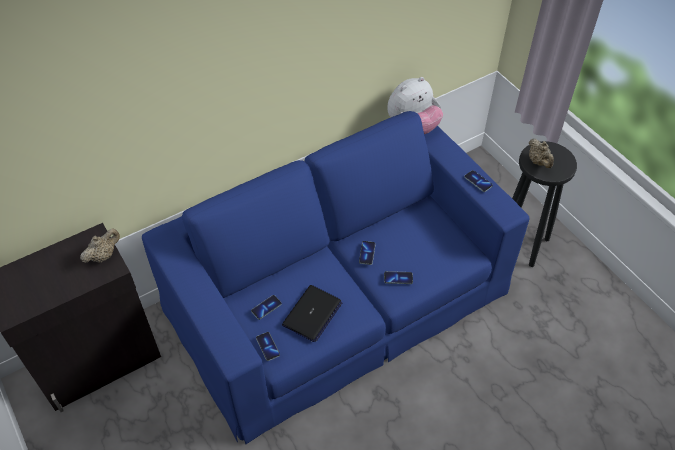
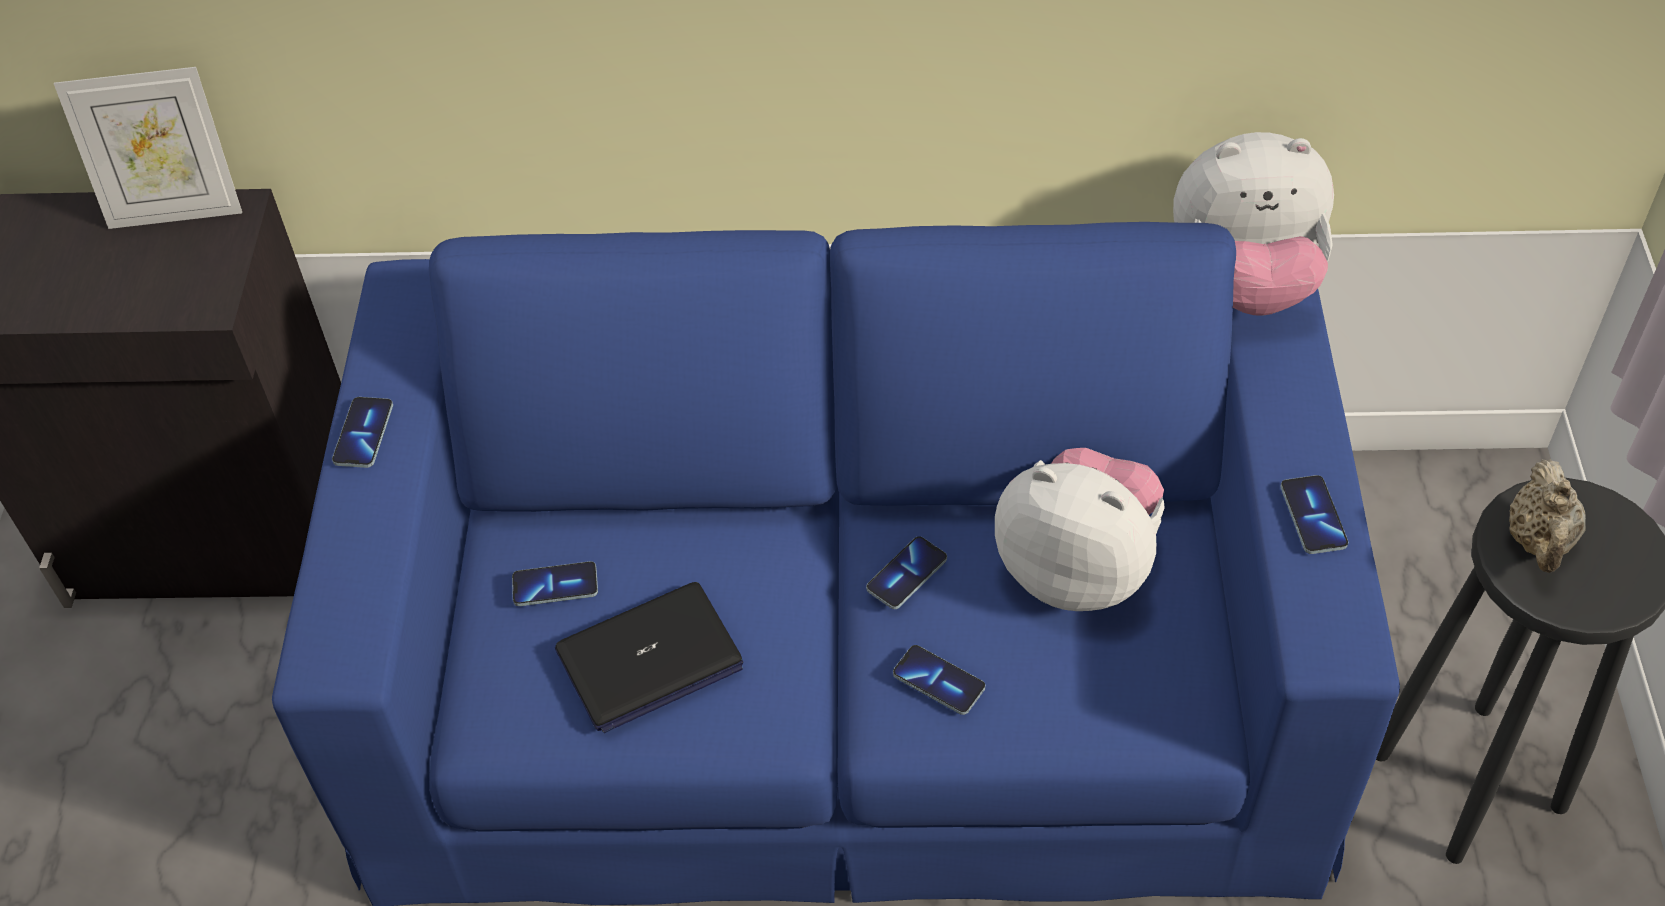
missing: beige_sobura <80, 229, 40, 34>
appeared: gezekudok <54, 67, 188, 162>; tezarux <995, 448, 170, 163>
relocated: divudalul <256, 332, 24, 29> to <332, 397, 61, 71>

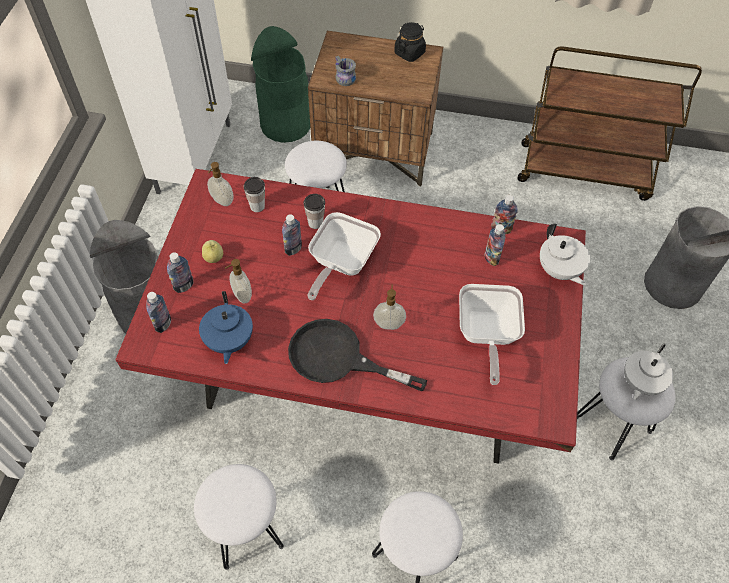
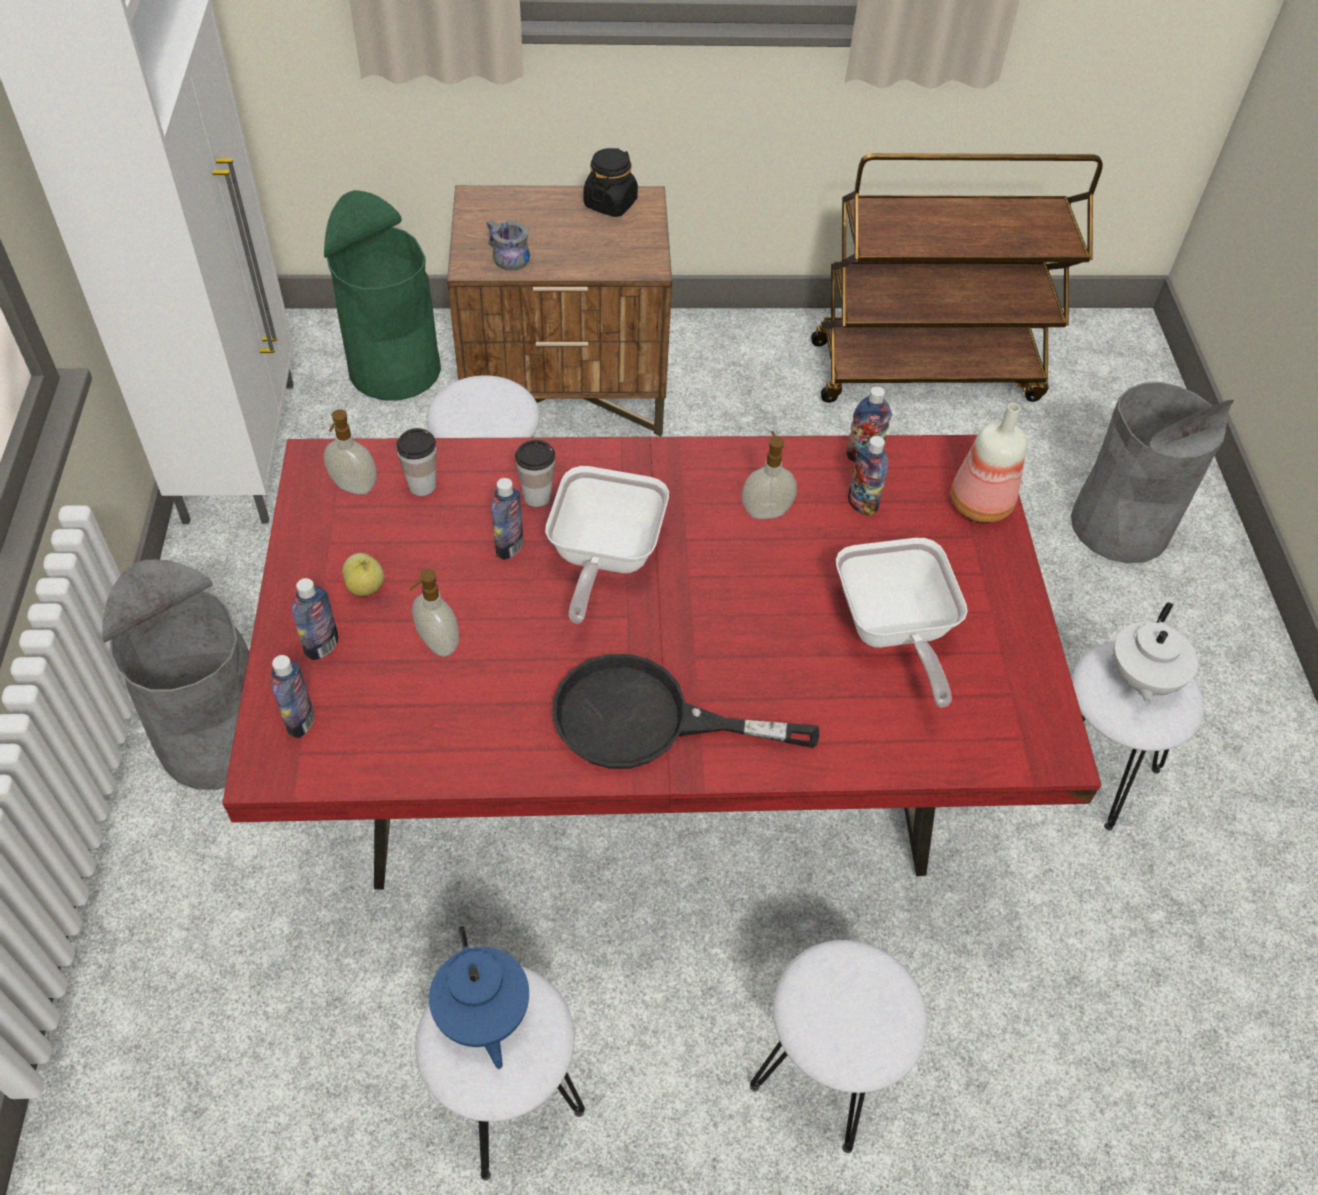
relocated: blue_sobura <199, 291, 54, 73> to <429, 926, 100, 144>; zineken <373, 285, 33, 45> to <742, 431, 55, 88>
exchanged: white_sobura <540, 224, 50, 62> to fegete <951, 403, 76, 120>

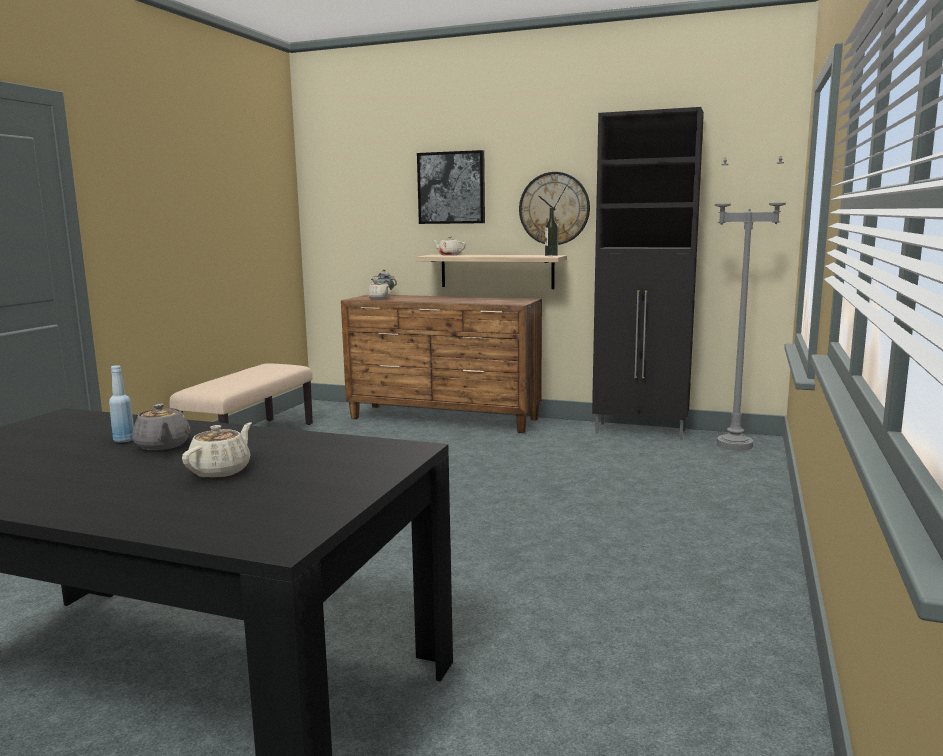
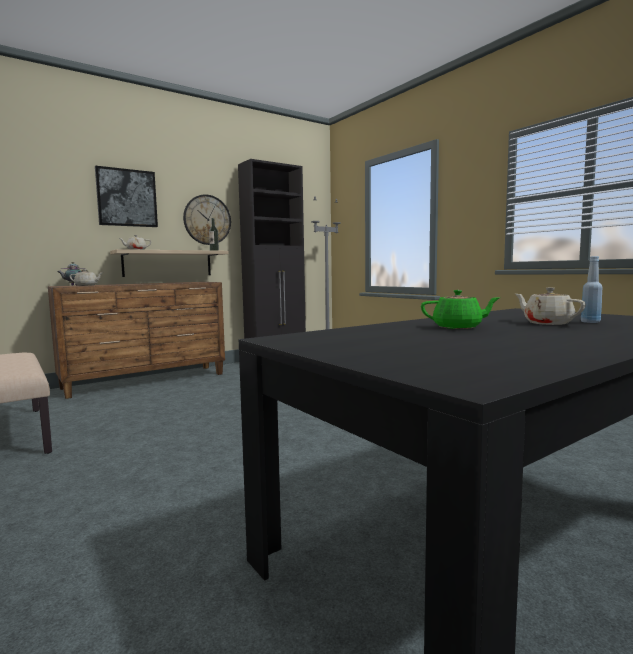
relocated: blue_fegete <109, 365, 25, 78> to <581, 256, 22, 67>
colour: grey_sobura <132, 404, 58, 46> to green_sobura <421, 290, 80, 39>

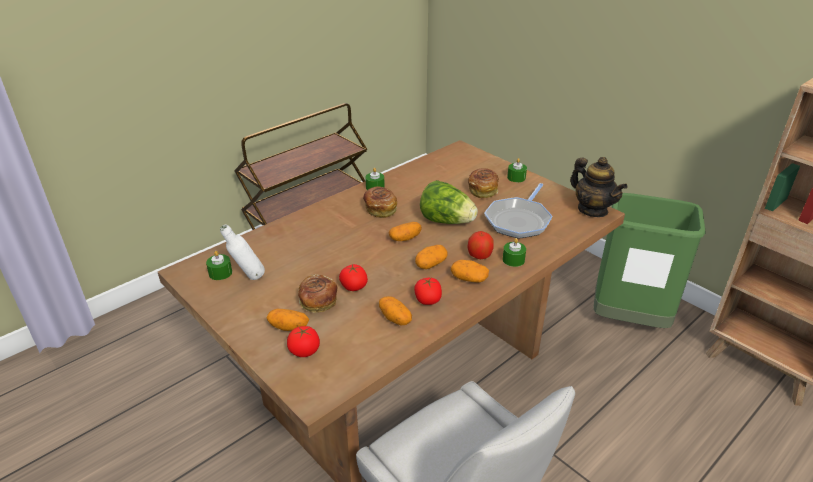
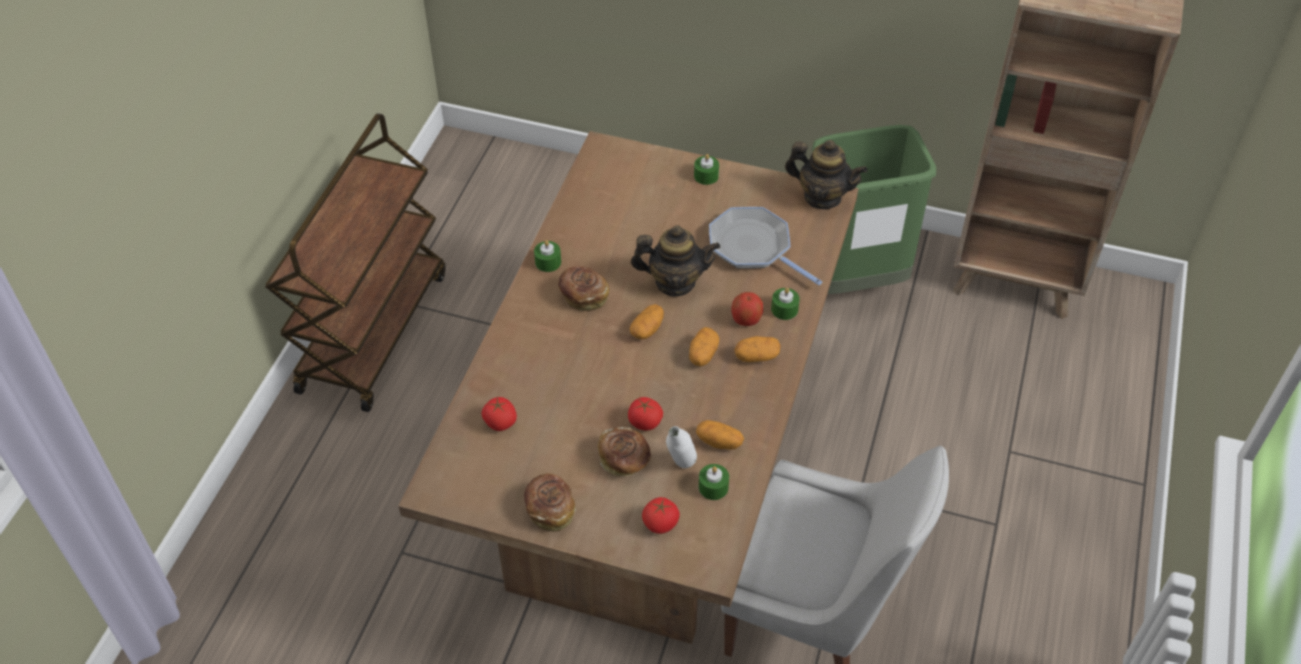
missing: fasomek <267, 309, 42, 22>
relocated: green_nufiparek <206, 251, 26, 29> to <699, 464, 30, 36>; white_fegete <220, 224, 45, 56> to <666, 426, 31, 42>; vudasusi <414, 277, 28, 28> to <482, 397, 35, 34>; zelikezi <468, 168, 31, 30> to <524, 473, 52, 59>
exchanged: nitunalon <420, 180, 58, 44> to sobura <631, 226, 89, 70>
spun: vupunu <484, 183, 69, 56> = <709, 207, 113, 78> 135 degrees clockwise

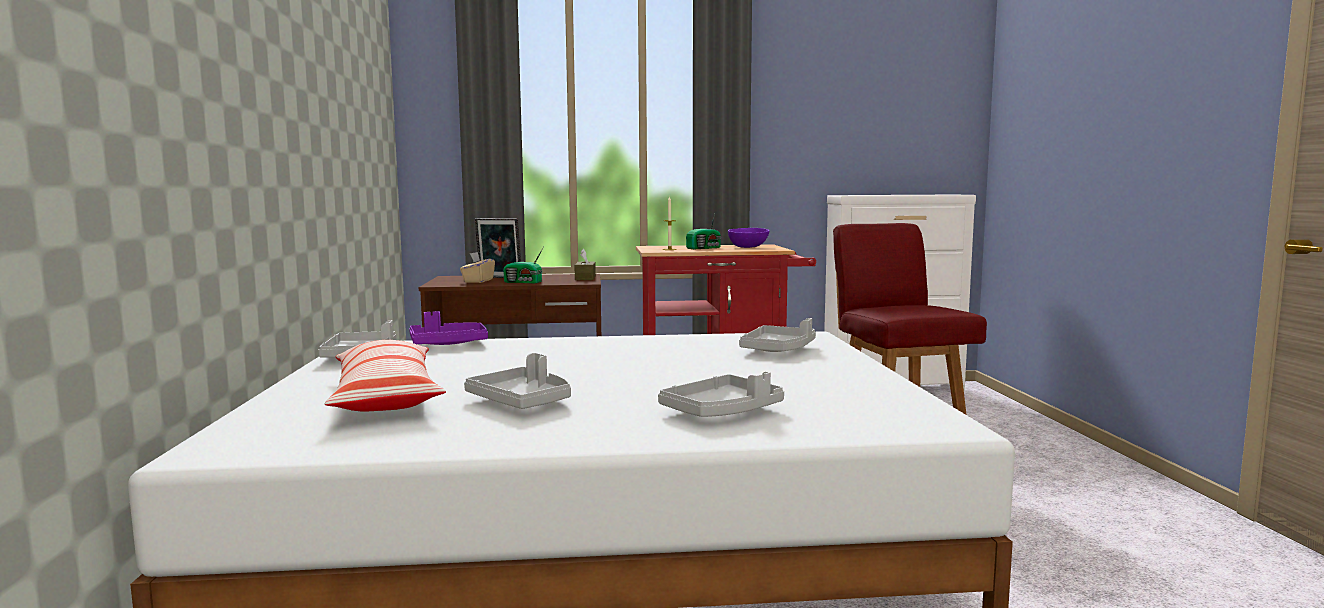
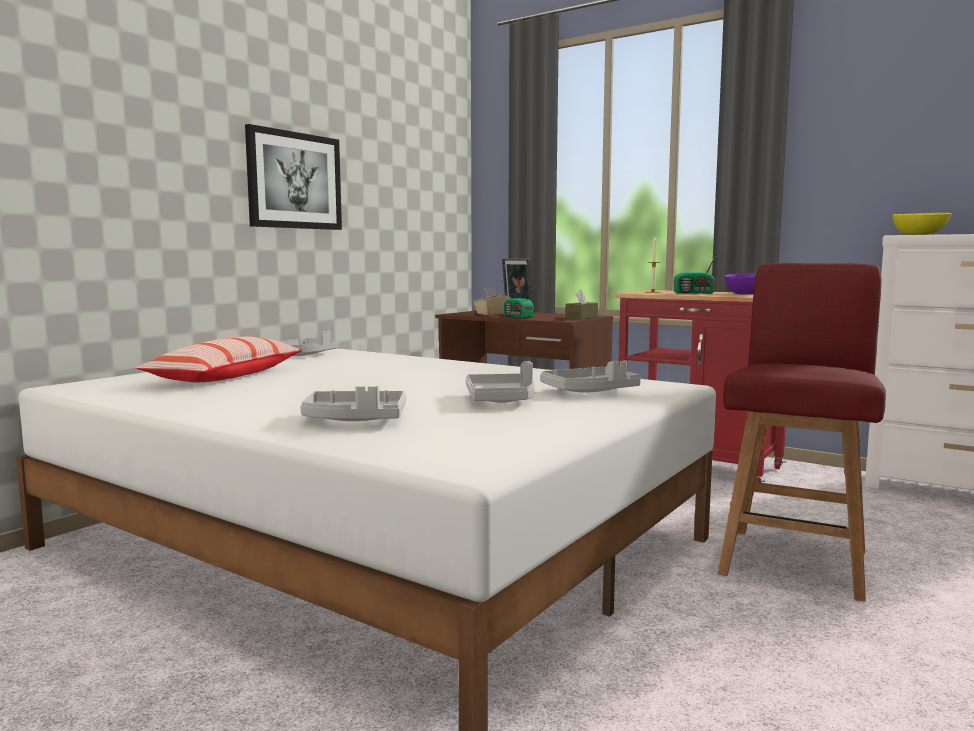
missing: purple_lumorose <409, 311, 79, 34>
appeared: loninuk <245, 124, 97, 106>; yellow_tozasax <893, 213, 59, 22>
relocated: grey_lumorose <464, 353, 107, 56> to <466, 361, 69, 42>

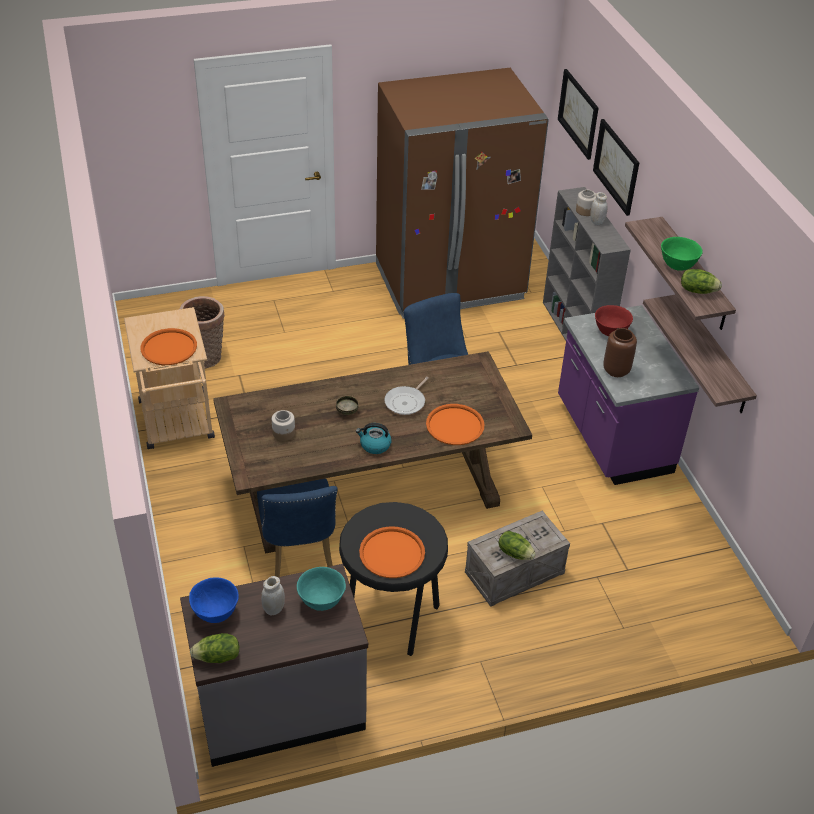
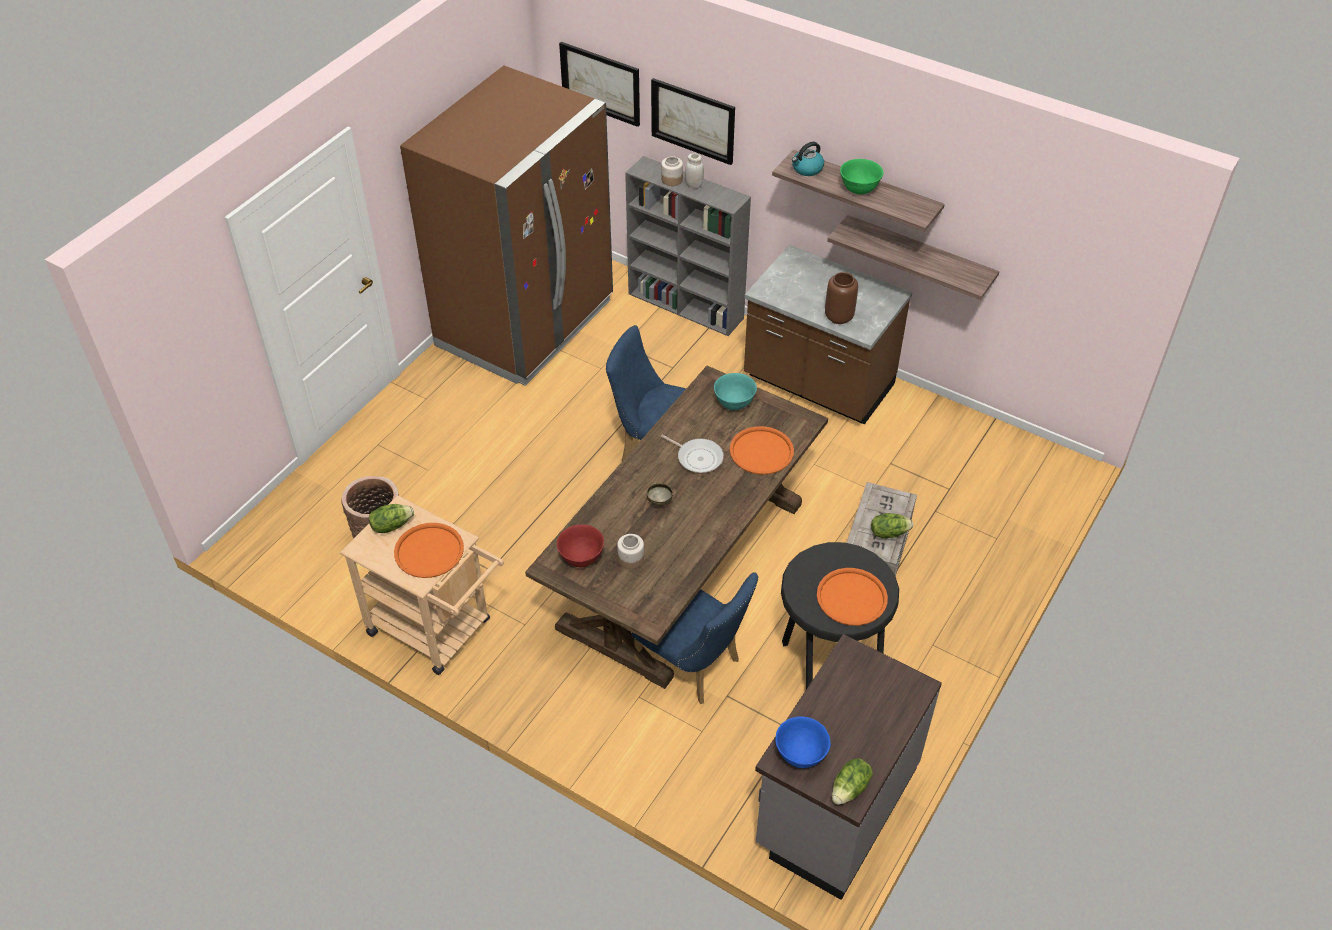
missing: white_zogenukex <261, 576, 24, 39>
relocated: turquoise_tozasax <297, 567, 49, 44> to <714, 373, 43, 37>; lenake <356, 423, 35, 31> to <792, 142, 32, 34>; red_tozasax <595, 305, 38, 31> to <557, 524, 47, 43>; nitunalon <681, 269, 41, 25> to <369, 504, 45, 29>
colour: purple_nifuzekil <558, 305, 141, 180> to brown_nifuzekil <744, 245, 168, 180>
spun: vupunu <384, 377, 45, 38> = <661, 435, 63, 38> 45 degrees counterclockwise

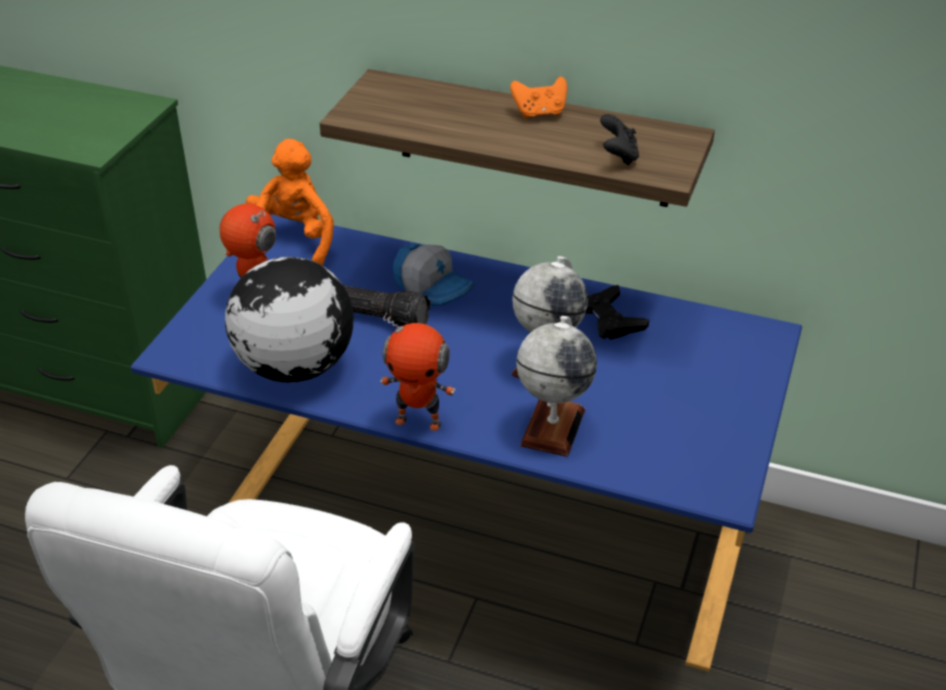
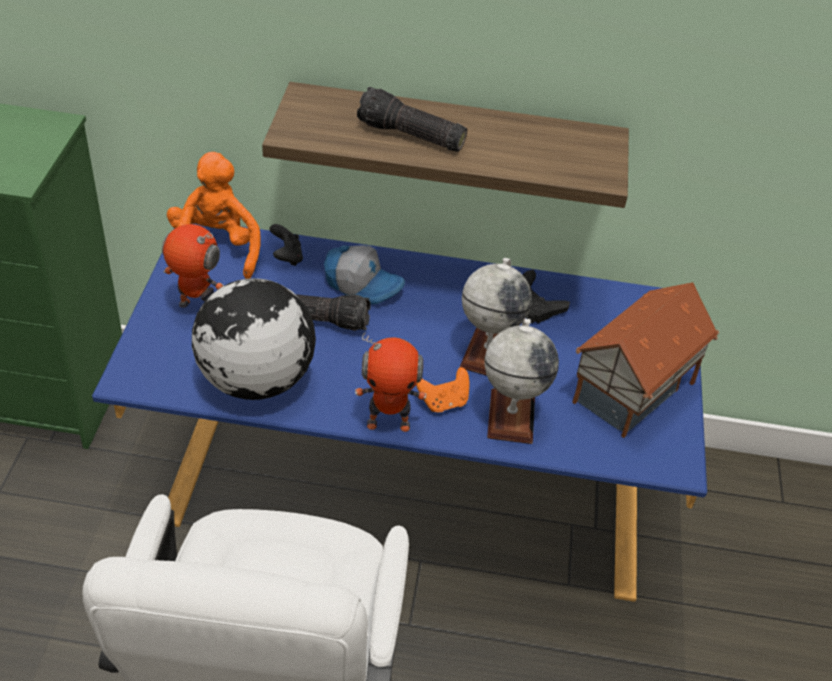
appeared: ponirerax <357, 87, 110, 65>; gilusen <572, 283, 147, 155>
relocated: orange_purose <510, 76, 57, 43> to <416, 367, 53, 45>; black_purose <600, 114, 39, 51> to <270, 224, 33, 42>

